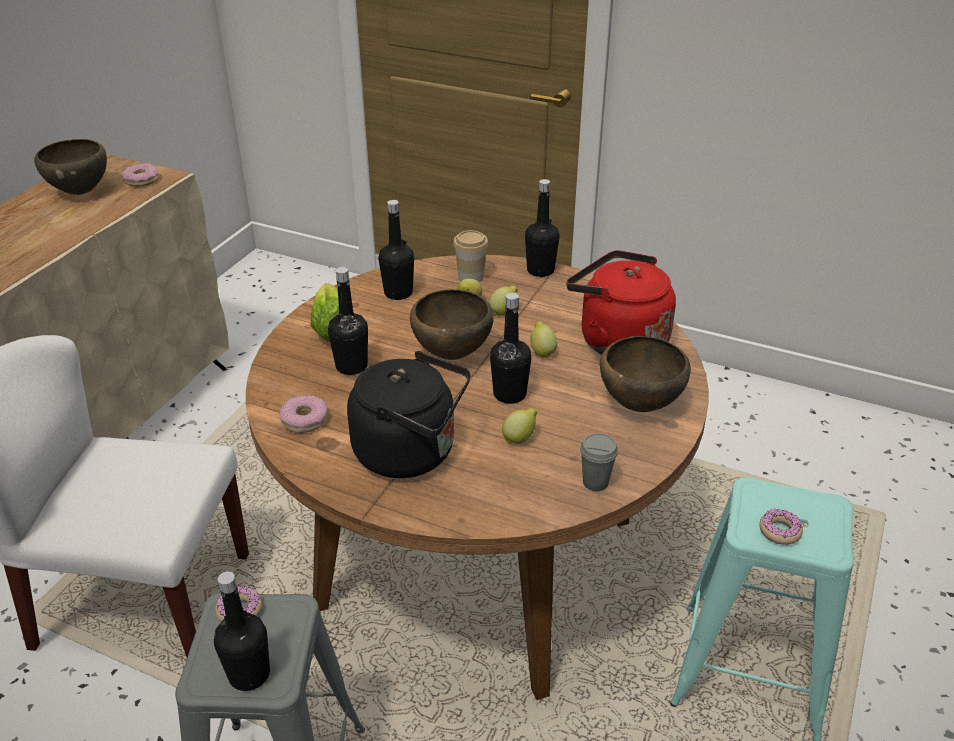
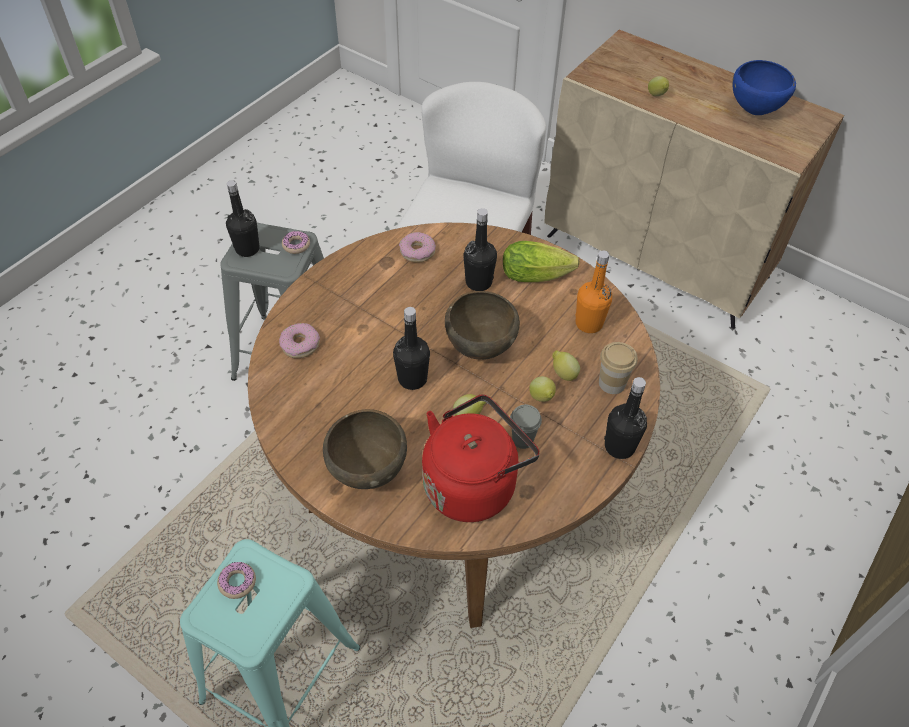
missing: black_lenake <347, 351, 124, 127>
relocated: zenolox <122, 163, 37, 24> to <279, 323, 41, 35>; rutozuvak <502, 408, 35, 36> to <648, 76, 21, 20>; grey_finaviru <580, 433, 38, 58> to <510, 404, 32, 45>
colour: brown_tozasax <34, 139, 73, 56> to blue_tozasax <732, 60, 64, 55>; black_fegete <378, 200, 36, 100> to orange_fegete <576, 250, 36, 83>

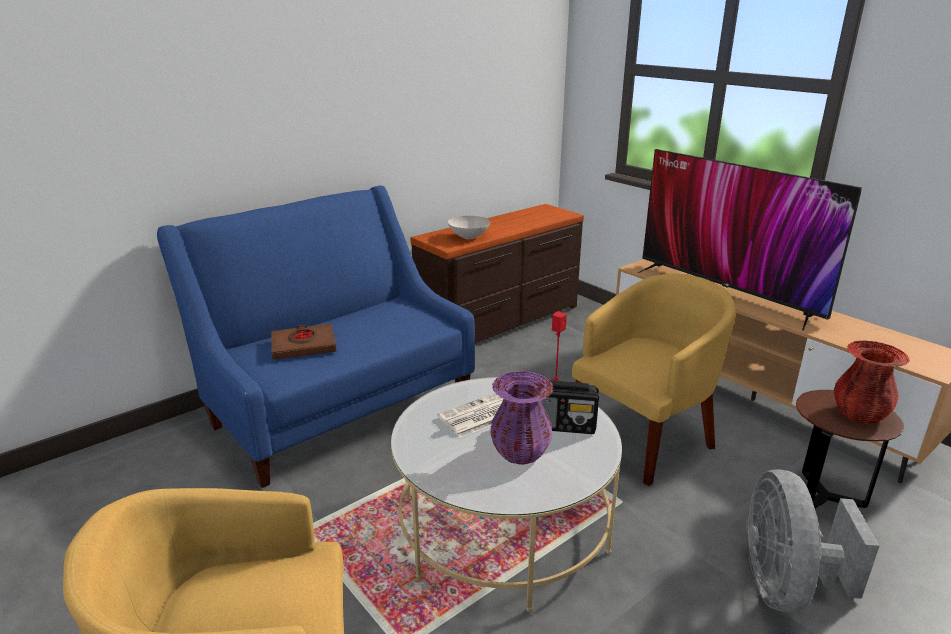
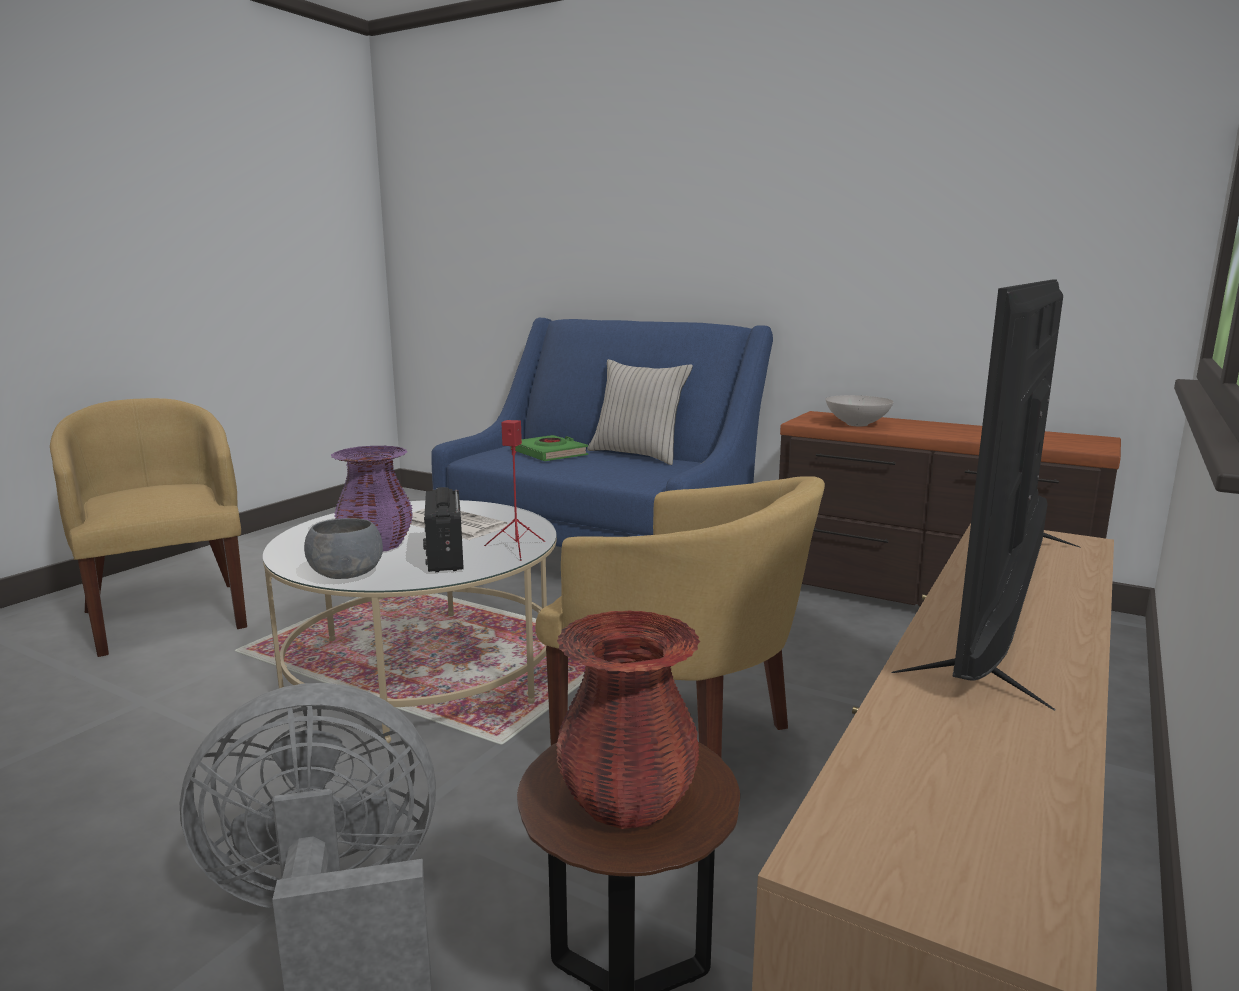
appeared: grey_tozasax <304, 518, 79, 61>; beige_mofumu <587, 359, 106, 106>
colour: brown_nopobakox <271, 324, 66, 36> to green_nopobakox <510, 435, 78, 26>

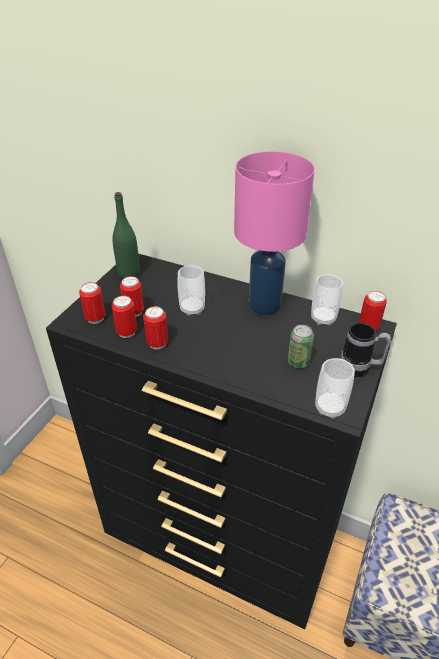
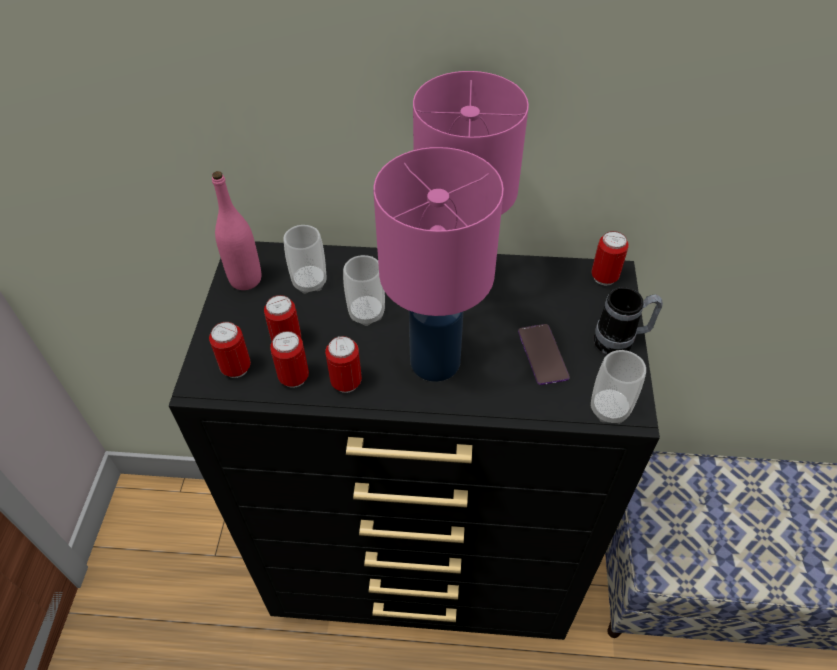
appeared: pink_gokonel <374, 147, 130, 235>
relocated: finaviru <311, 274, 32, 52> to <284, 225, 43, 69>
exchanged: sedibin <288, 325, 26, 43> to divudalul <518, 324, 52, 61>
colour: green_fegete <112, 192, 28, 87> to pink_fegete <212, 171, 49, 119>

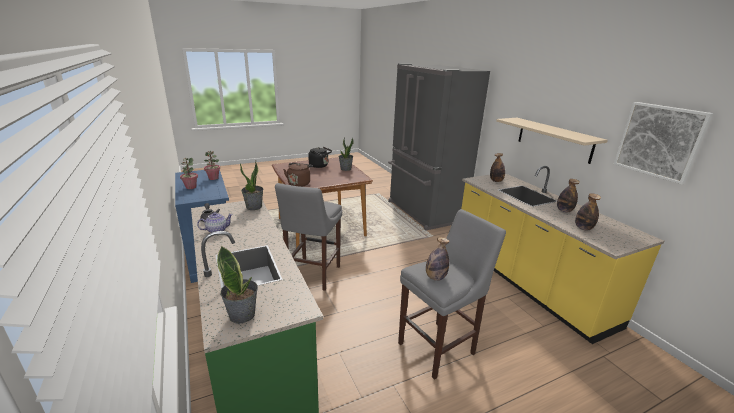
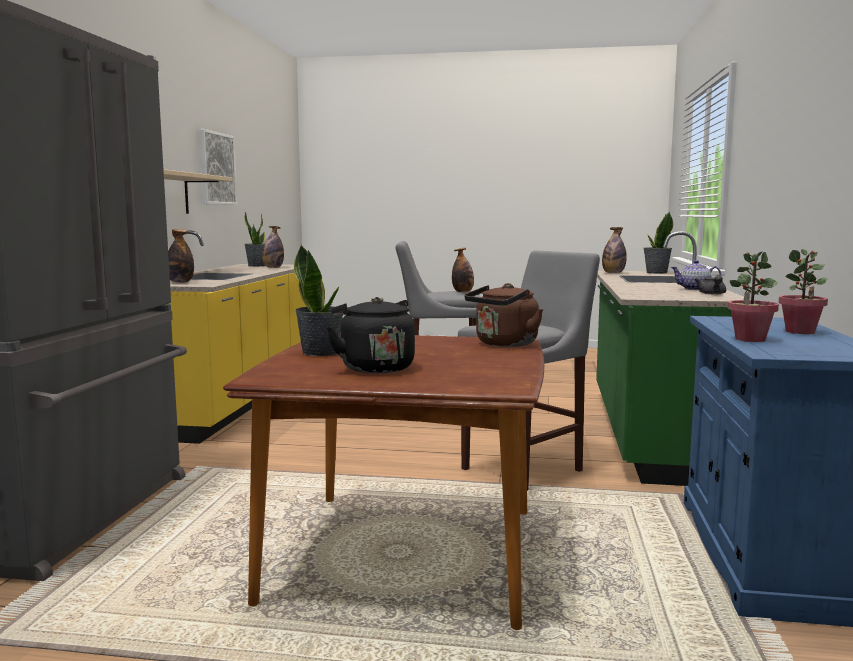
relocated: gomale <240, 161, 23, 49> to <244, 212, 21, 55>; fegete <557, 179, 23, 33> to <602, 227, 25, 46>

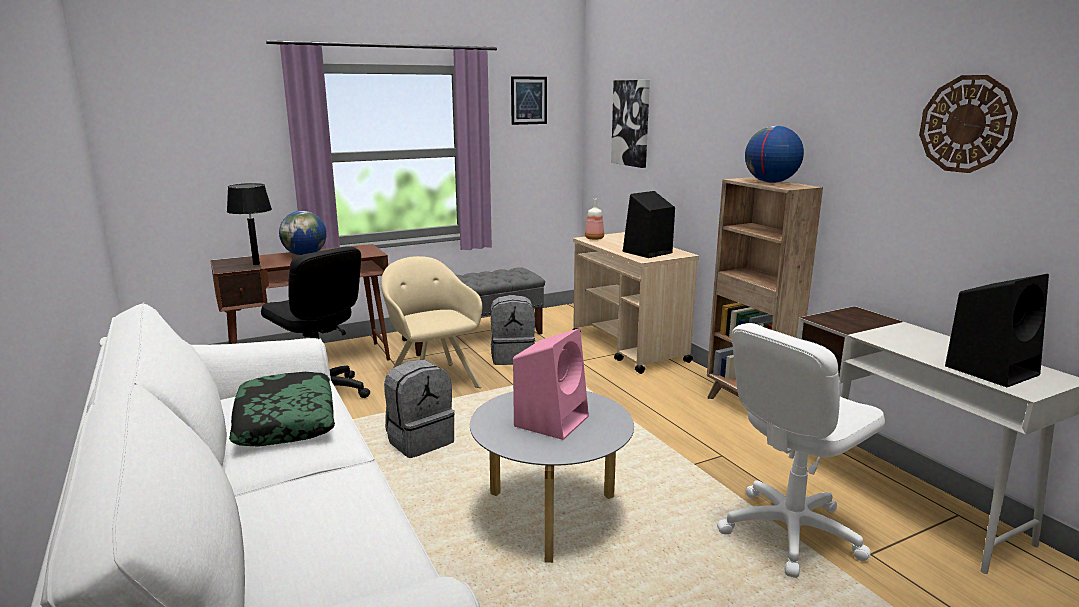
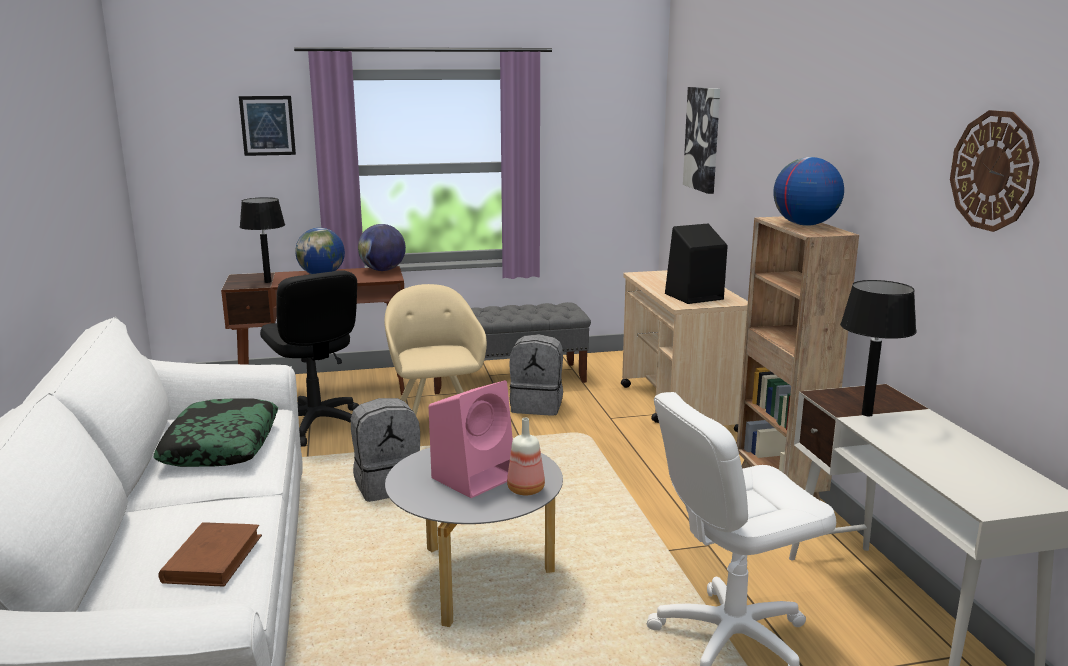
missing: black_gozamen <945, 274, 104, 113>
appeared: brown_nopobakox <158, 522, 104, 64>; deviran <358, 224, 48, 47>; black_gokonel <840, 280, 77, 136>
relocated: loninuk <511, 76, 36, 49> to <239, 96, 57, 60>; fegete <585, 199, 19, 41> to <507, 418, 38, 77>

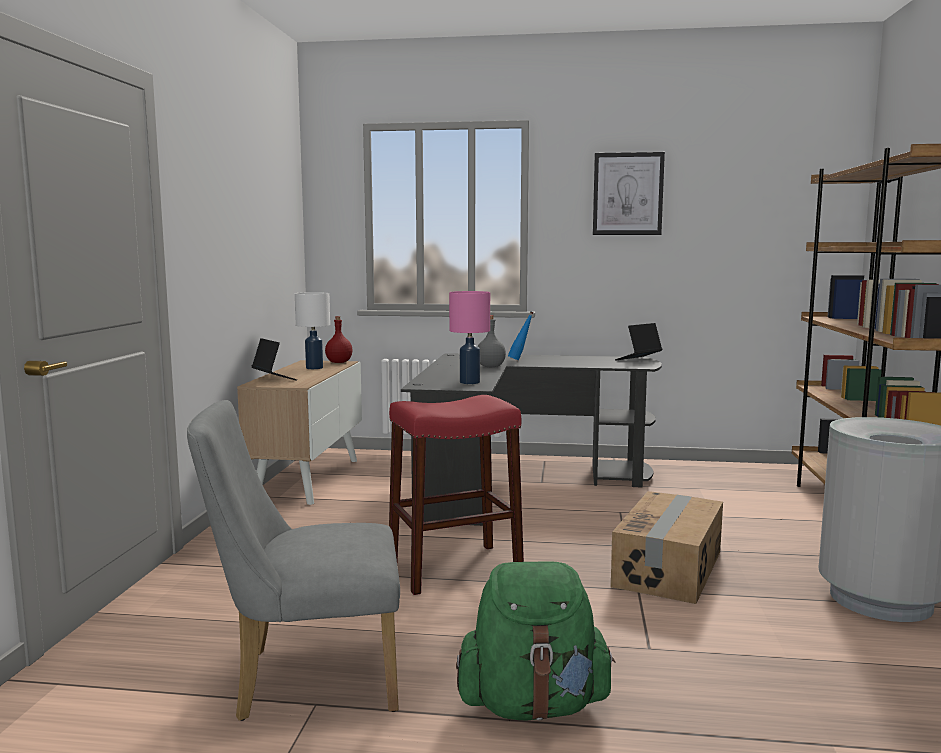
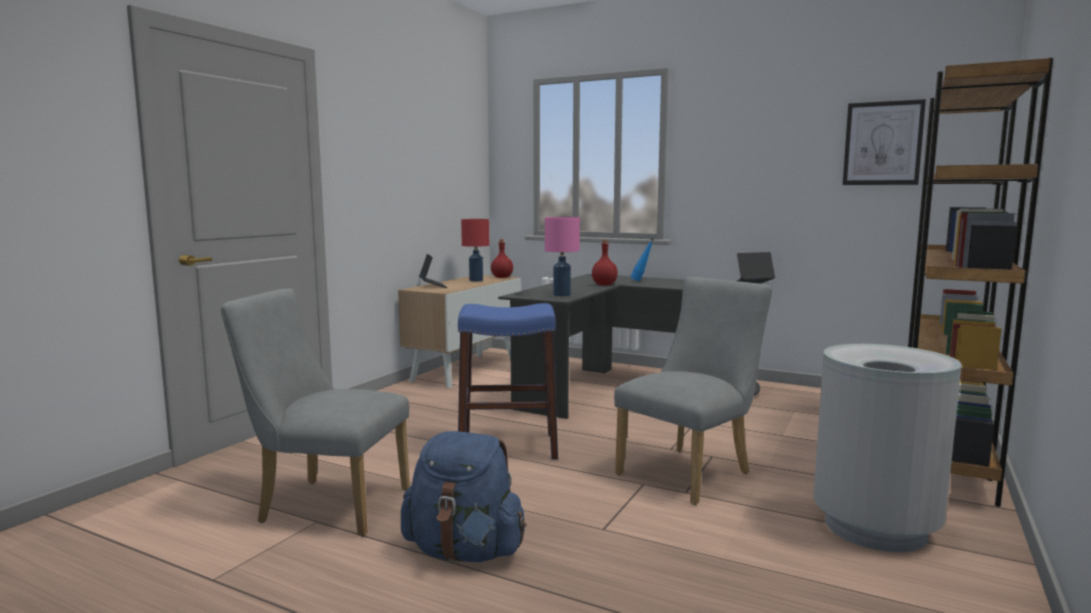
relocated: loninuk <593, 152, 72, 83> to <843, 99, 83, 86>
exchanged: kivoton <611, 491, 112, 113> to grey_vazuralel <614, 277, 158, 228>
colour: white_gokonel <295, 292, 35, 77> to red_gokonel <461, 219, 28, 62>; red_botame <389, 395, 135, 200> to blue_botame <458, 303, 100, 157>; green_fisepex <456, 561, 160, 160> to blue_fisepex <401, 431, 126, 131>; grey_fegete <478, 315, 28, 52> to red_fegete <592, 240, 26, 45>

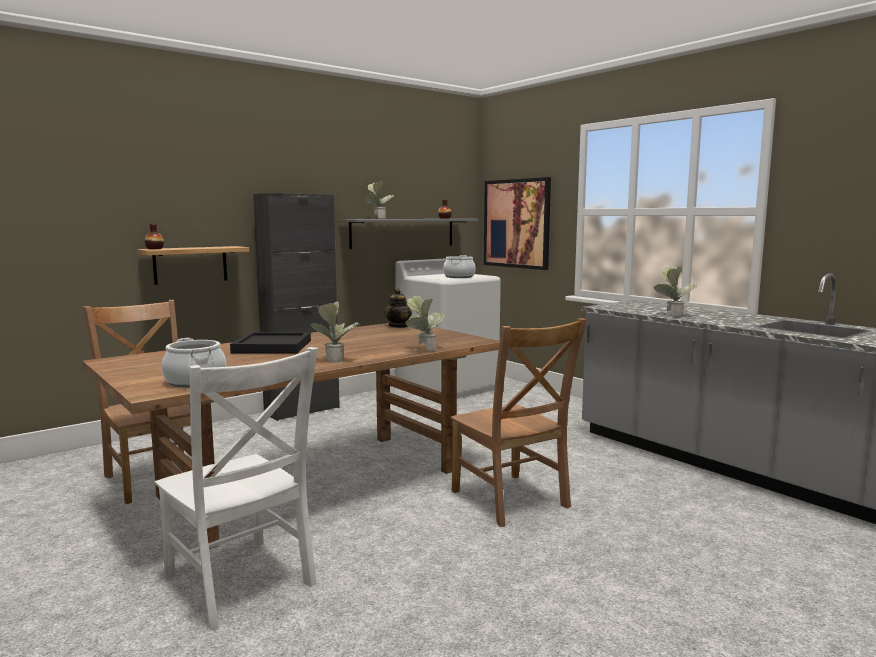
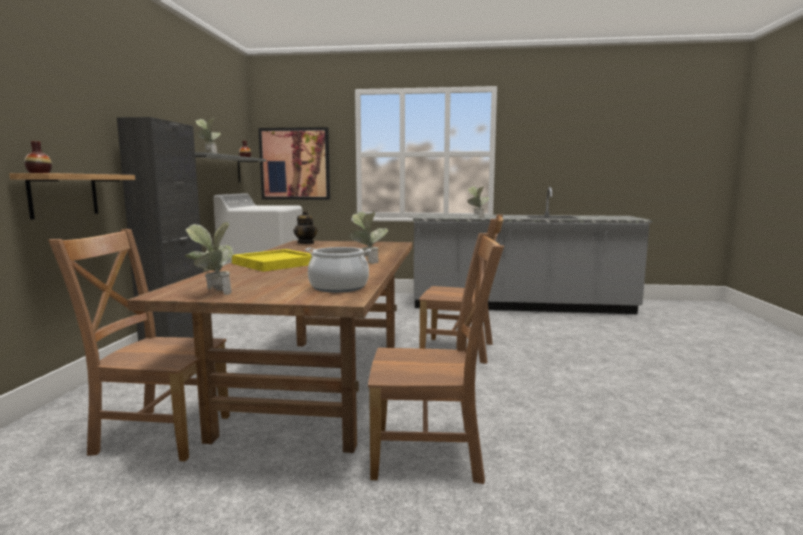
missing: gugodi <443, 255, 33, 23>
relocated: gomale <406, 296, 39, 56> to <185, 222, 48, 73>
colour: white_vazuralel <155, 347, 164, 283> to brown_vazuralel <368, 233, 136, 251>; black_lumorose <230, 332, 81, 22> to yellow_lumorose <232, 249, 79, 23>

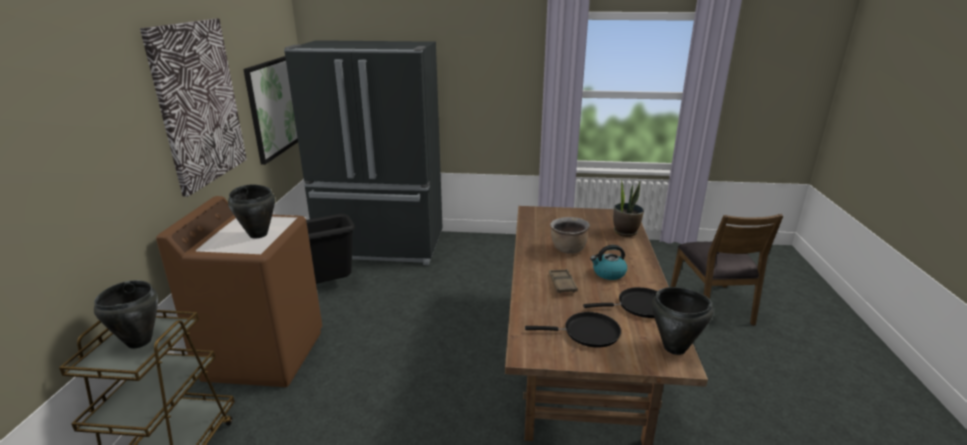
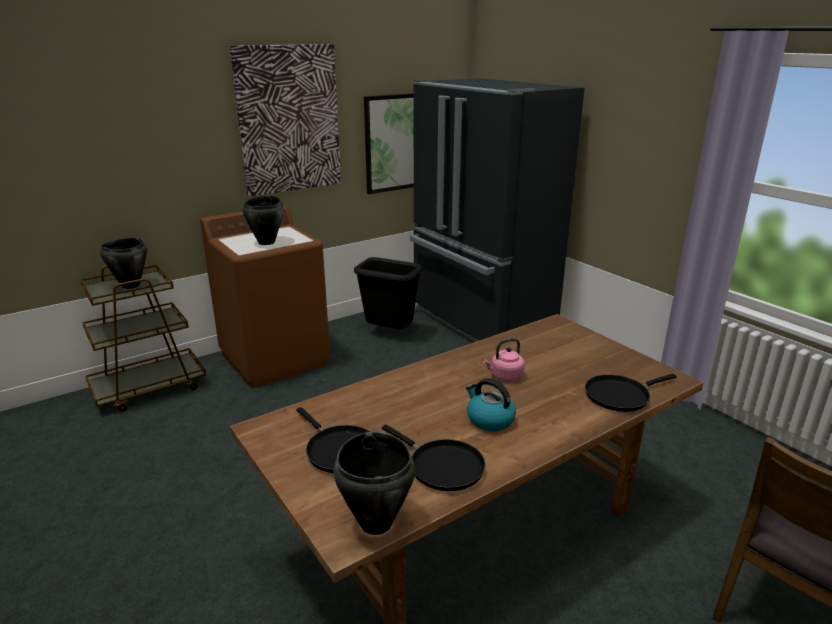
missing: brown_lumorose <549, 269, 29, 24>
exchanged: brown_gugodi <550, 217, 40, 37> to pink_lenake <483, 338, 42, 43>; gomale <613, 178, 31, 59> to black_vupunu <585, 374, 91, 38>

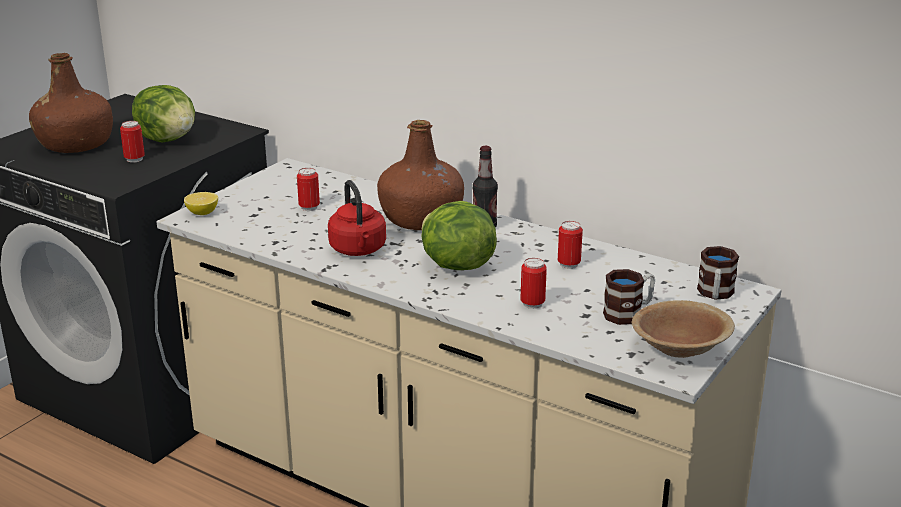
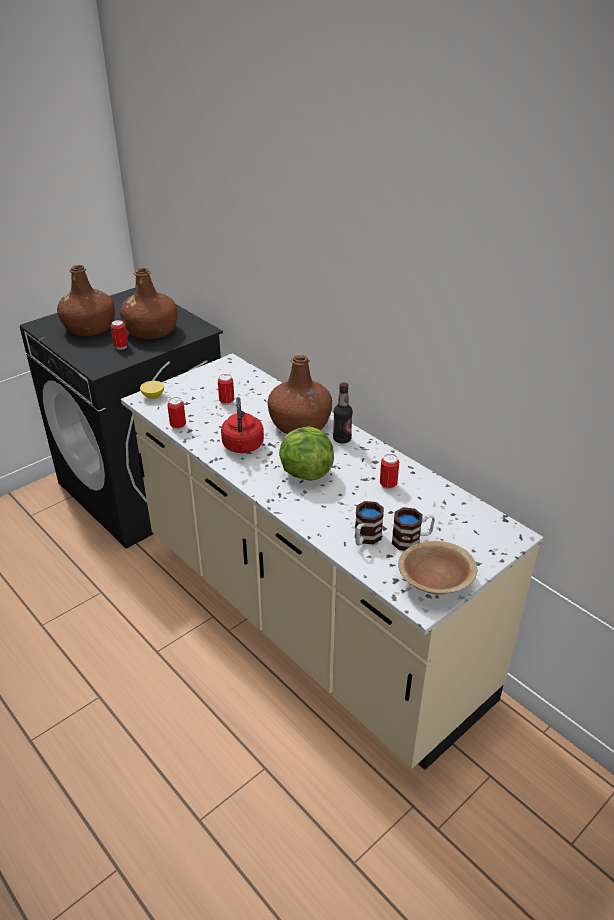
relocated: sedibin <520, 258, 27, 51> to <167, 397, 19, 33>; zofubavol <697, 246, 42, 53> to <355, 501, 29, 44>
exchanged: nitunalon <132, 85, 63, 57> to brown_fegete <120, 268, 57, 71>

